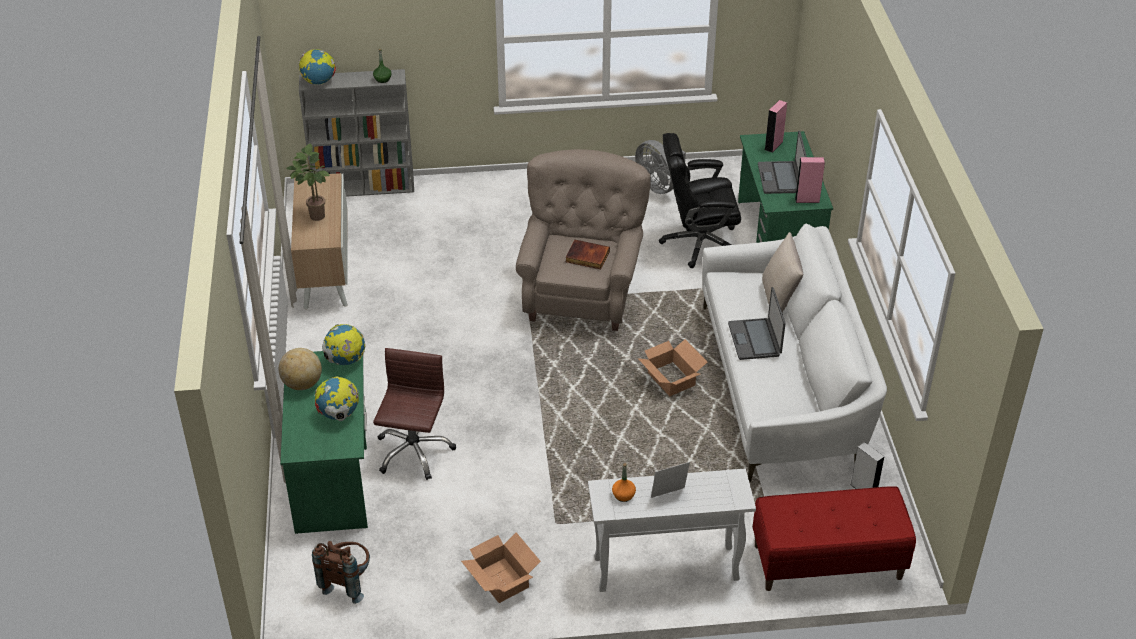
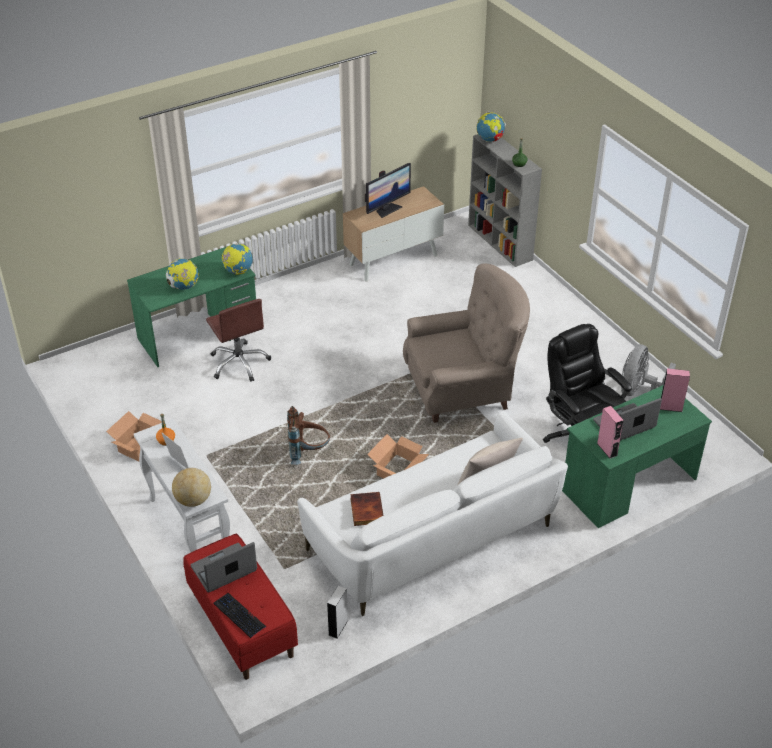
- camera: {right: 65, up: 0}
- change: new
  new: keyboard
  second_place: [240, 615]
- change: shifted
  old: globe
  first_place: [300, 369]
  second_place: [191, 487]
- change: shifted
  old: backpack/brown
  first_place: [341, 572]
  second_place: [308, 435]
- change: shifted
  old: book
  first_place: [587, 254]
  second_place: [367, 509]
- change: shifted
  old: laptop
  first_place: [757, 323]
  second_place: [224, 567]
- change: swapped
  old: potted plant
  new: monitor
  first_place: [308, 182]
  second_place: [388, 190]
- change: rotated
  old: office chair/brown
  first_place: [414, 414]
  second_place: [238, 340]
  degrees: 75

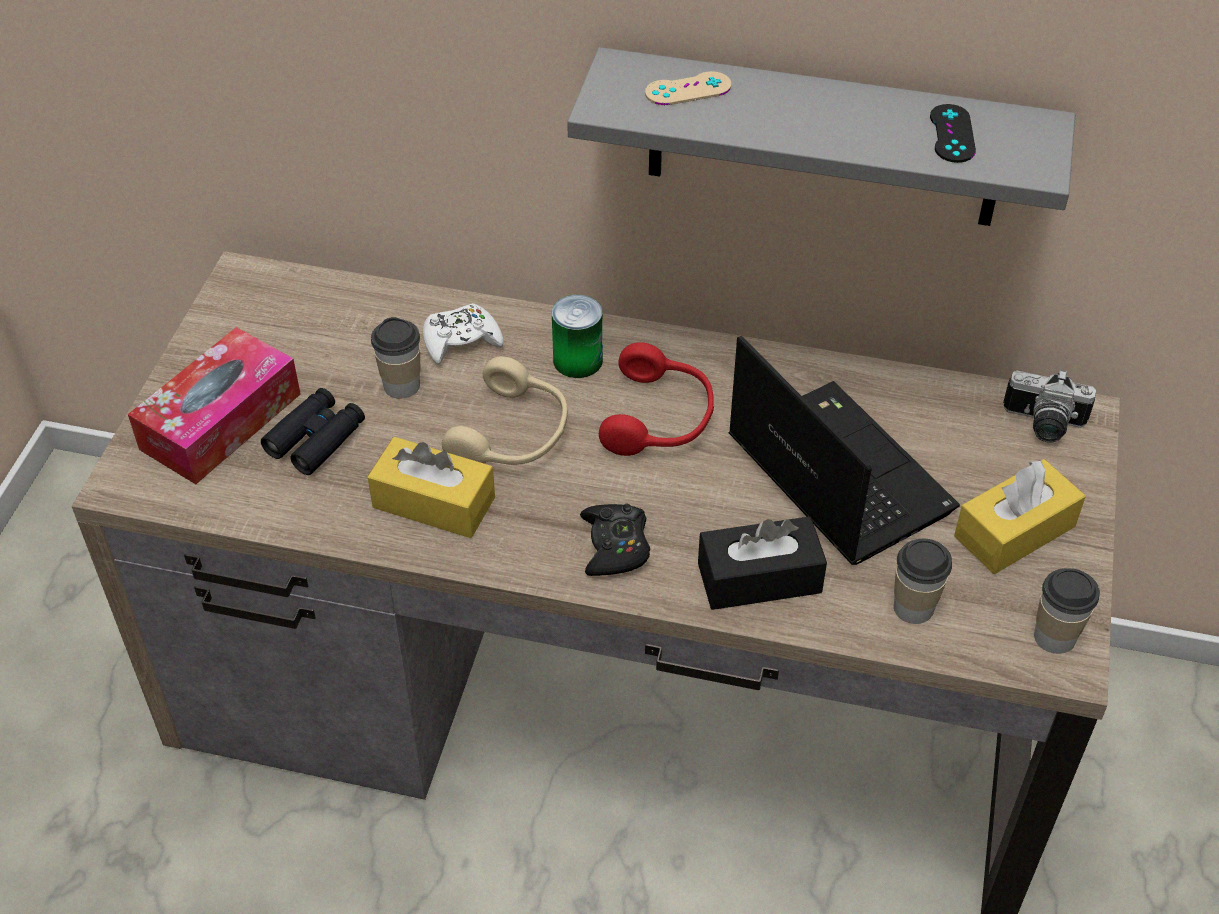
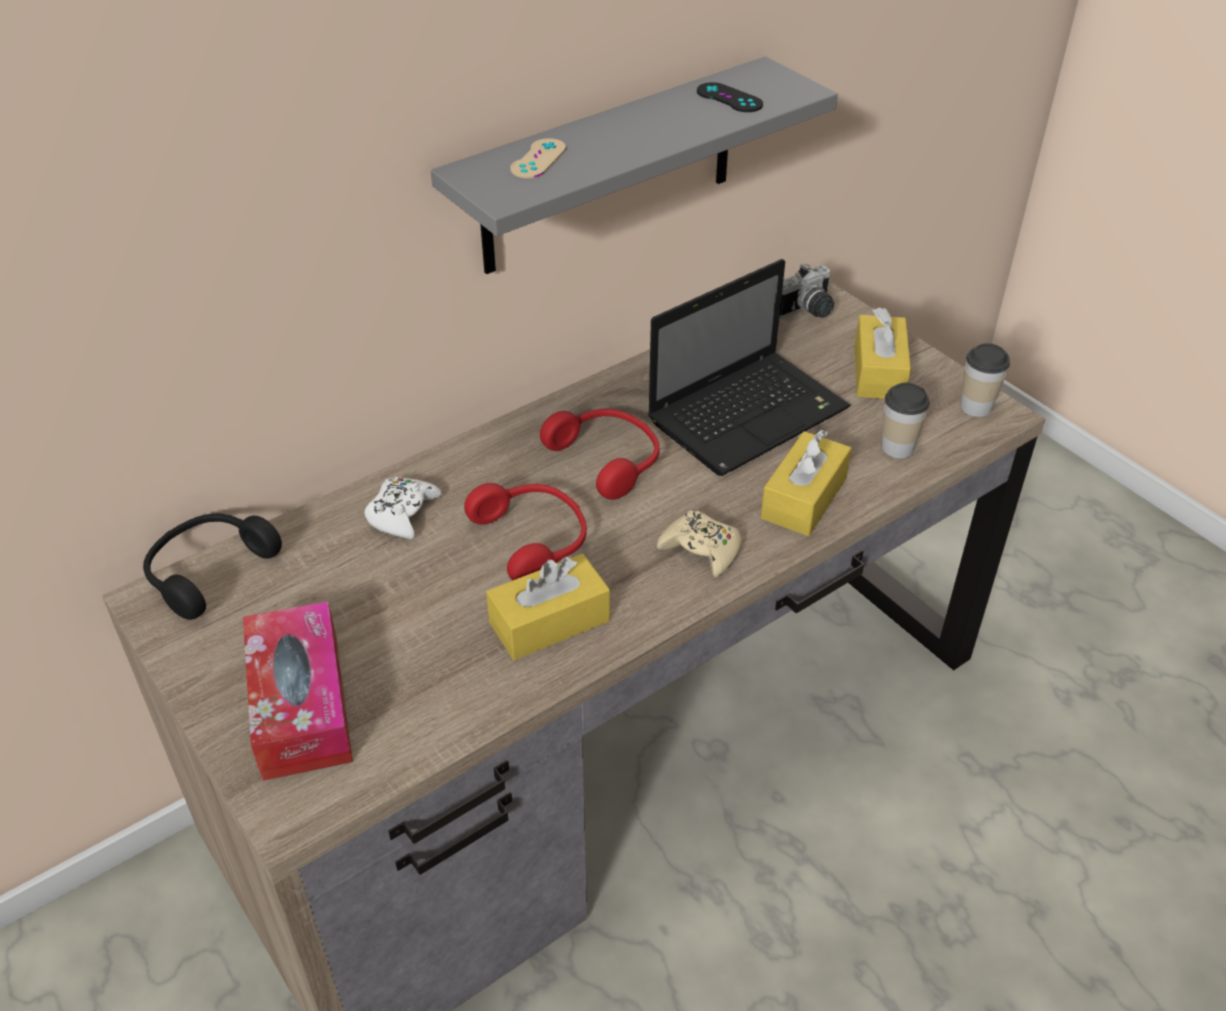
- camera: {right: -50, up: -5}
- change: gone
  old: binoculars/black
  first_place: [313, 431]
- change: gone
  old: cup
  first_place: [395, 358]
- change: gone
  old: can
  first_place: [577, 336]
- change: new
  new: headphones/black
  second_place: [212, 566]
- change: repainted
  old: headphones/beige
  new: headphones/red
  first_place: [505, 410]
  second_place: [525, 532]
- change: repainted
  old: game controller/black
  new: game controller/beige
  first_place: [615, 540]
  second_place: [699, 544]
- change: repainted
  old: tissue box/black
  new: tissue box/yellow
  first_place: [762, 563]
  second_place: [806, 483]
- change: rotated
  old: laptop
  first_place: [844, 450]
  second_place: [749, 367]
  degrees: 135

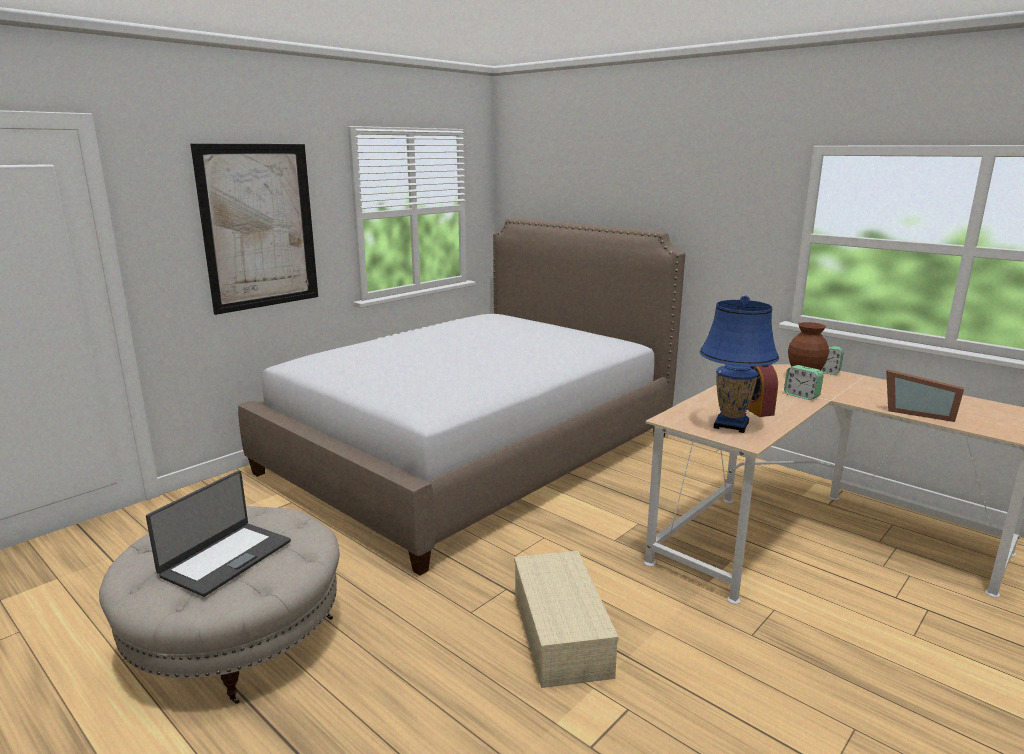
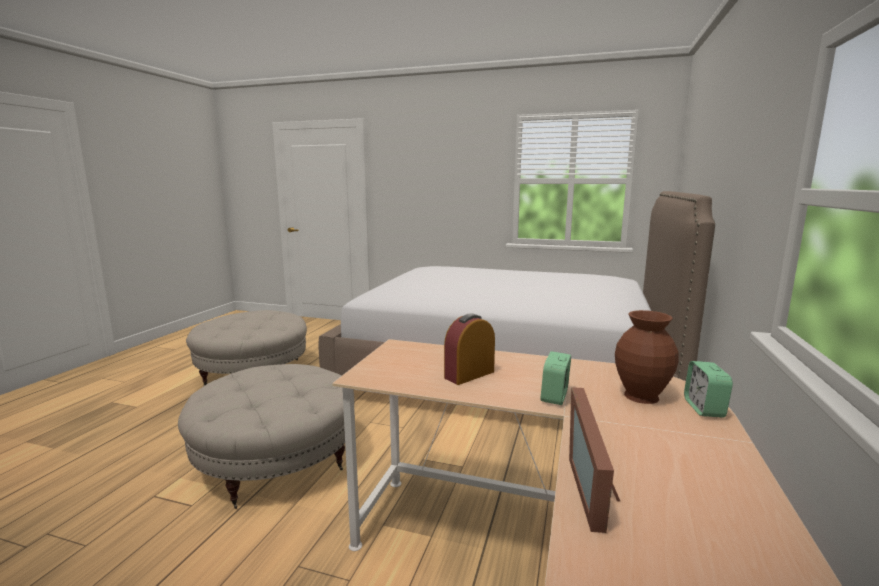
- camera: {right: 65, up: -5}
- change: gone
  old: laptop
  first_place: [218, 533]
- change: gone
  old: picture
  first_place: [254, 229]
- change: gone
  old: table lamp/blue
  first_place: [739, 364]
- change: swapped
  old: storage box/beige
  new: ottoman/beige
  first_place: [566, 619]
  second_place: [266, 436]

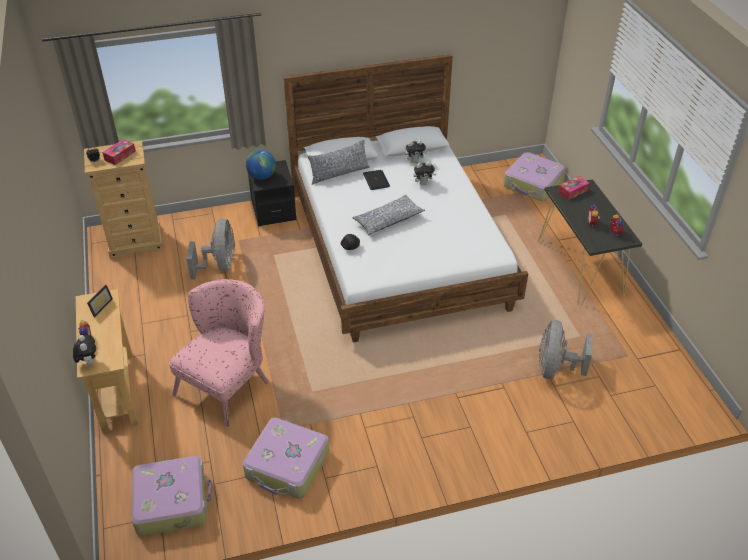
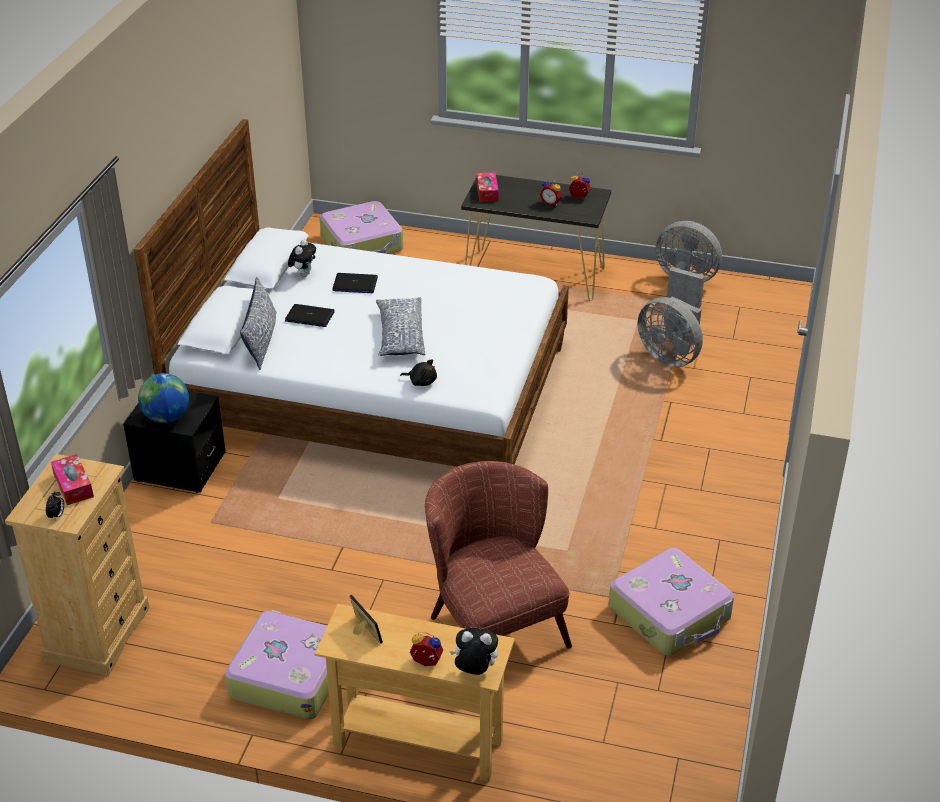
- camera: {right: -60, up: -5}
- change: shifted
  old: suitcase
  first_place: [172, 496]
  second_place: [277, 665]
- change: shifted
  old: fan/grey
  first_place: [210, 249]
  second_place: [689, 265]
- change: swapped
  old: plush toy
  new: laptop
  first_place: [424, 173]
  second_place: [355, 283]
- change: repainted
  old: armchair/pink
  new: armchair/brown
  first_place: [219, 353]
  second_place: [498, 555]

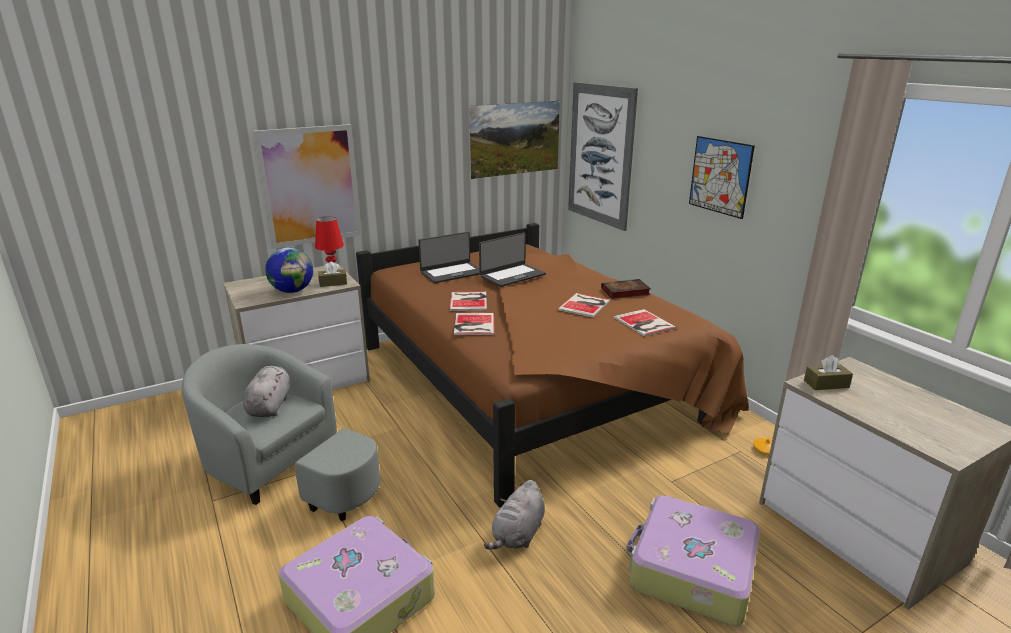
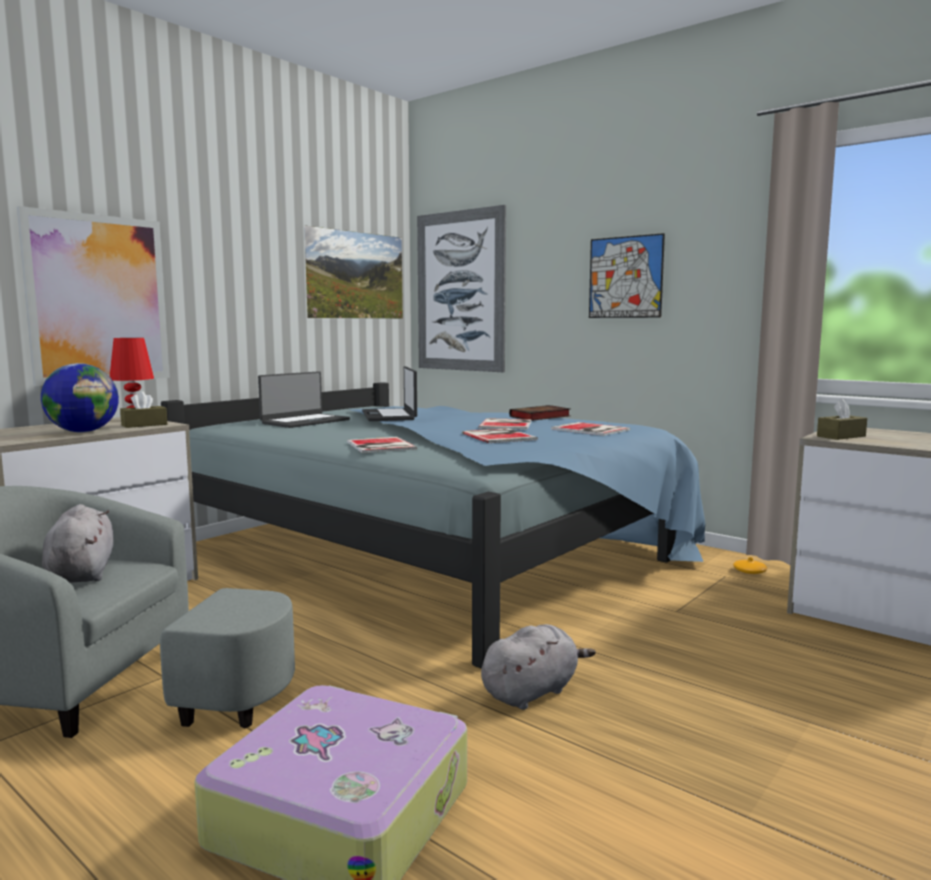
- camera: {right: -20, up: -15}
- change: gone
  old: suitcase
  first_place: [693, 560]
- change: shifted
  old: book
  first_place: [468, 301]
  second_place: [500, 435]
- change: repainted
  old: bed/brown
  new: bed/blue
  first_place: [552, 365]
  second_place: [433, 525]
- change: rotated
  old: laptop
  first_place: [512, 260]
  second_place: [389, 393]
  degrees: 135
- change: rotated
  old: plush toy/grey
  first_place: [514, 515]
  second_place: [538, 667]
  degrees: -135

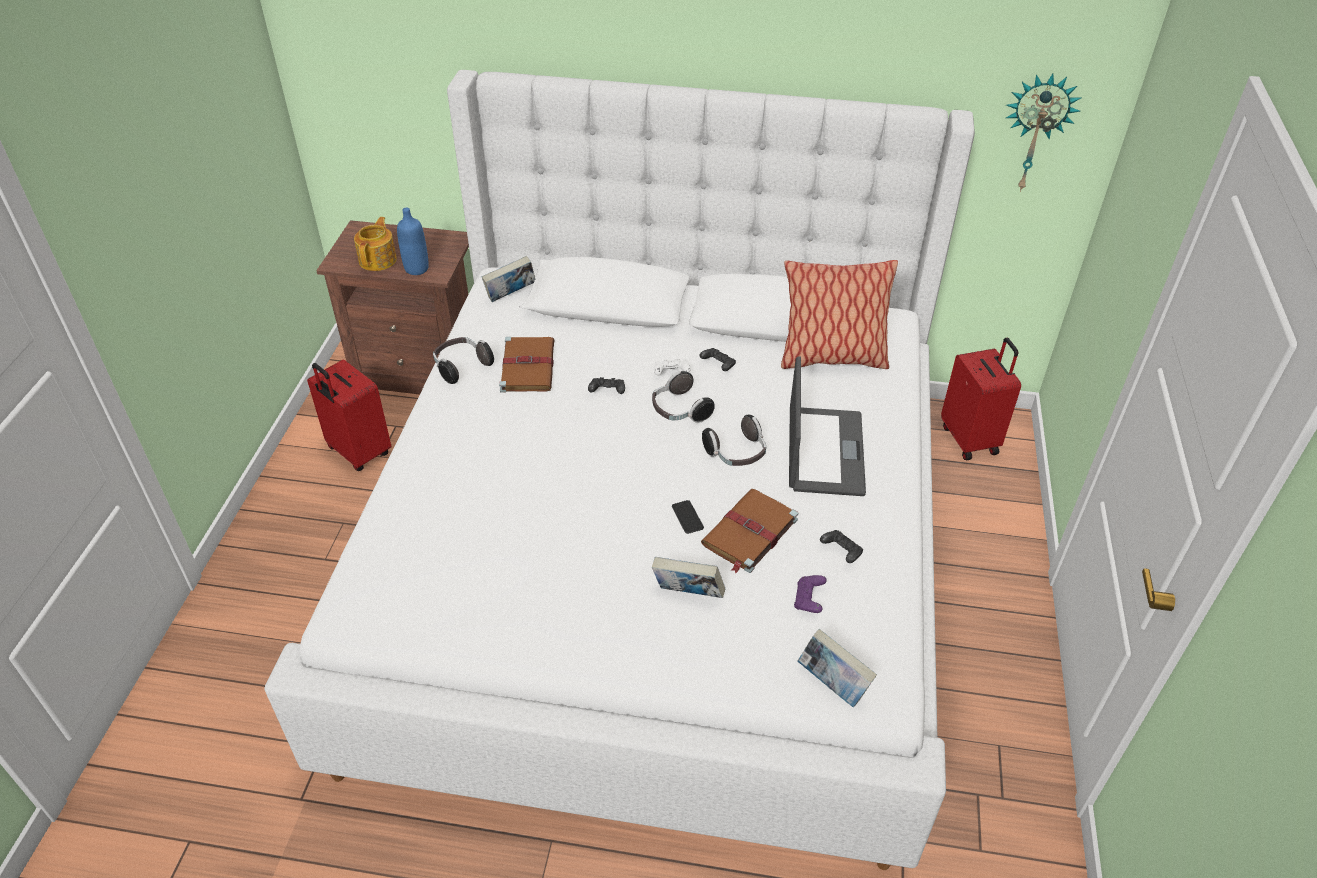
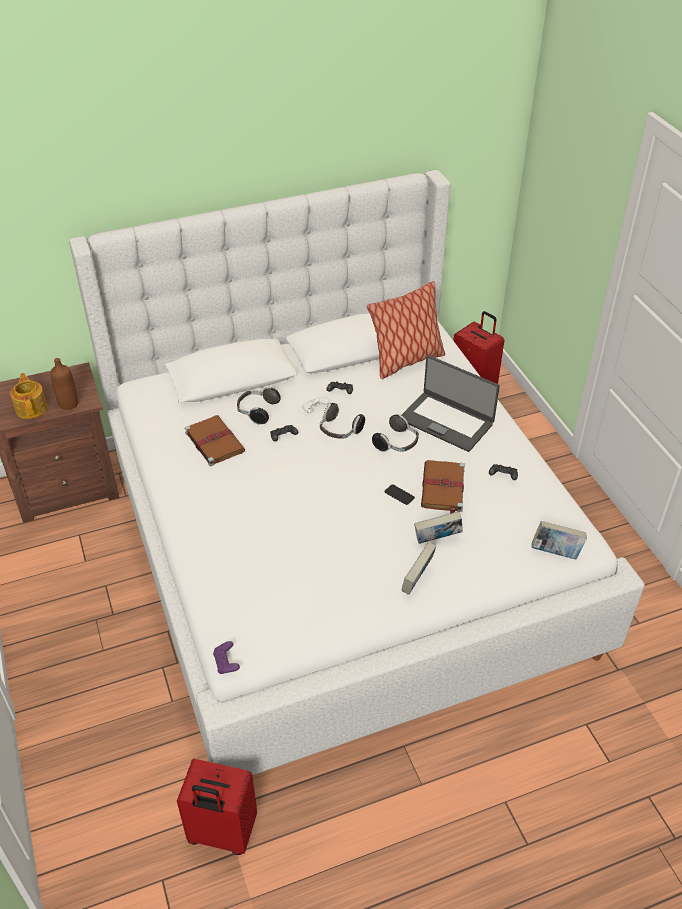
- camera: {right: -30, up: 0}
- change: gone
  old: wall clock
  first_place: [1044, 132]
- change: shifted
  old: suitcase/red
  first_place: [349, 415]
  second_place: [217, 807]
- change: shifted
  old: headphones
  first_place: [463, 360]
  second_place: [259, 406]
- change: shifted
  old: book
  first_place: [509, 279]
  second_place: [419, 568]
- change: shifted
  old: game controller/purple
  first_place: [810, 594]
  second_place: [226, 657]
- change: repainted
  old: bottle/blue
  new: bottle/brown
  first_place: [413, 241]
  second_place: [64, 384]
- change: rotated
  old: laptop
  first_place: [827, 426]
  second_place: [451, 403]
  degrees: 150

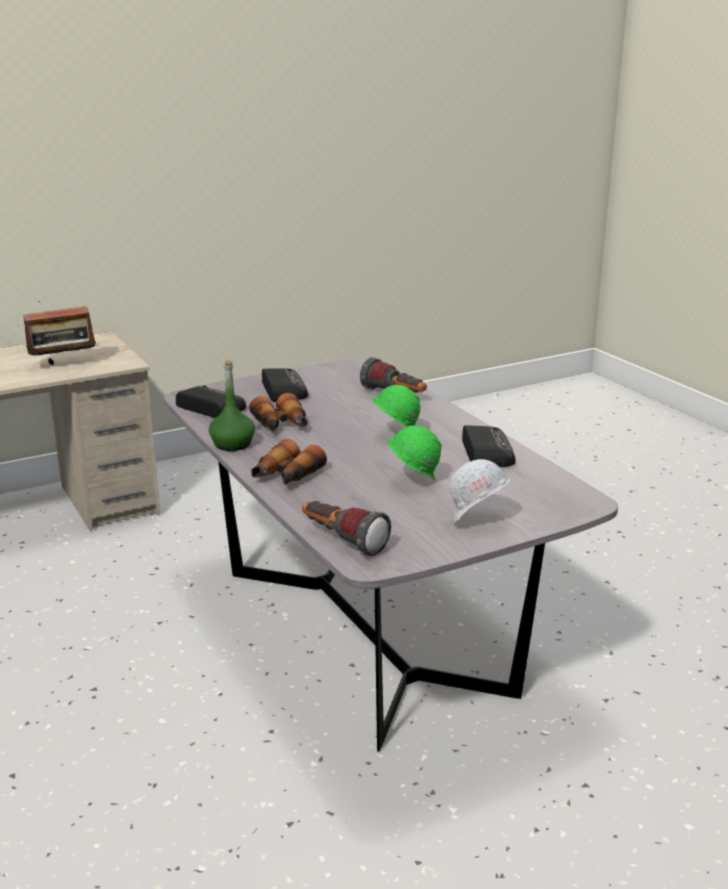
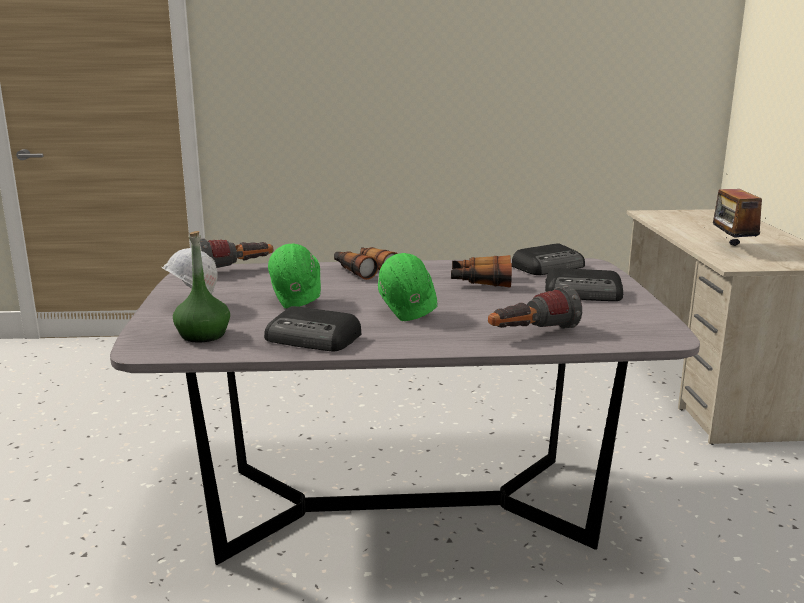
- camera: {right: 115, up: -5}
- change: shifted
  old: bottle/green
  first_place: [232, 405]
  second_place: [201, 287]

